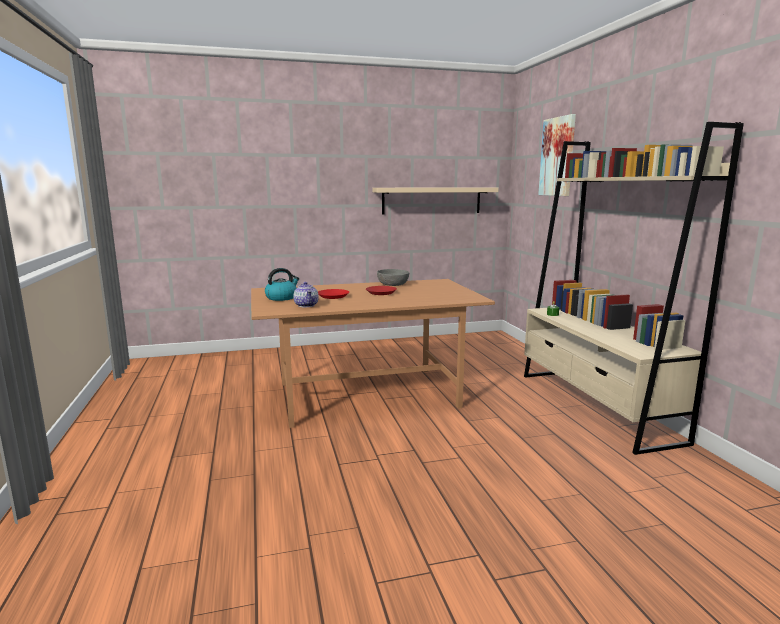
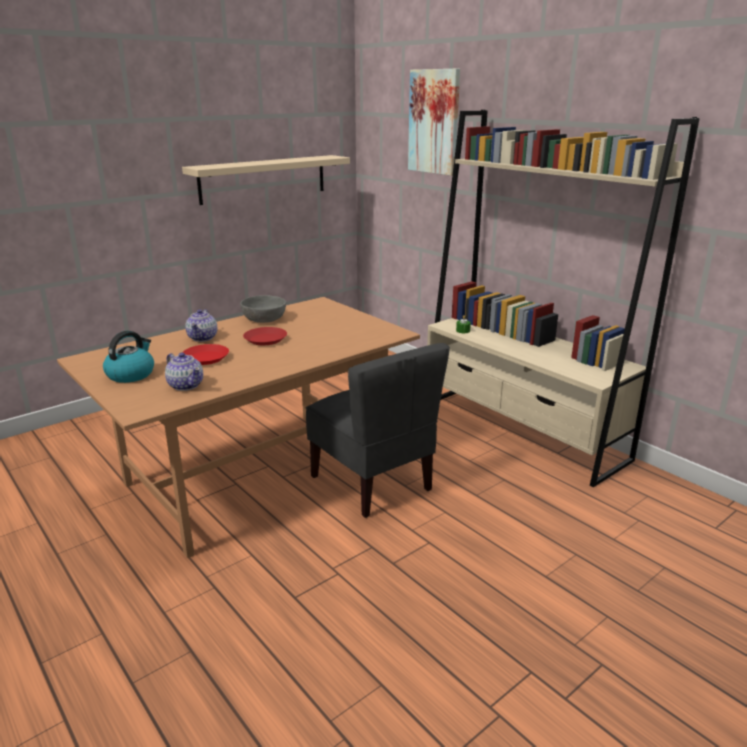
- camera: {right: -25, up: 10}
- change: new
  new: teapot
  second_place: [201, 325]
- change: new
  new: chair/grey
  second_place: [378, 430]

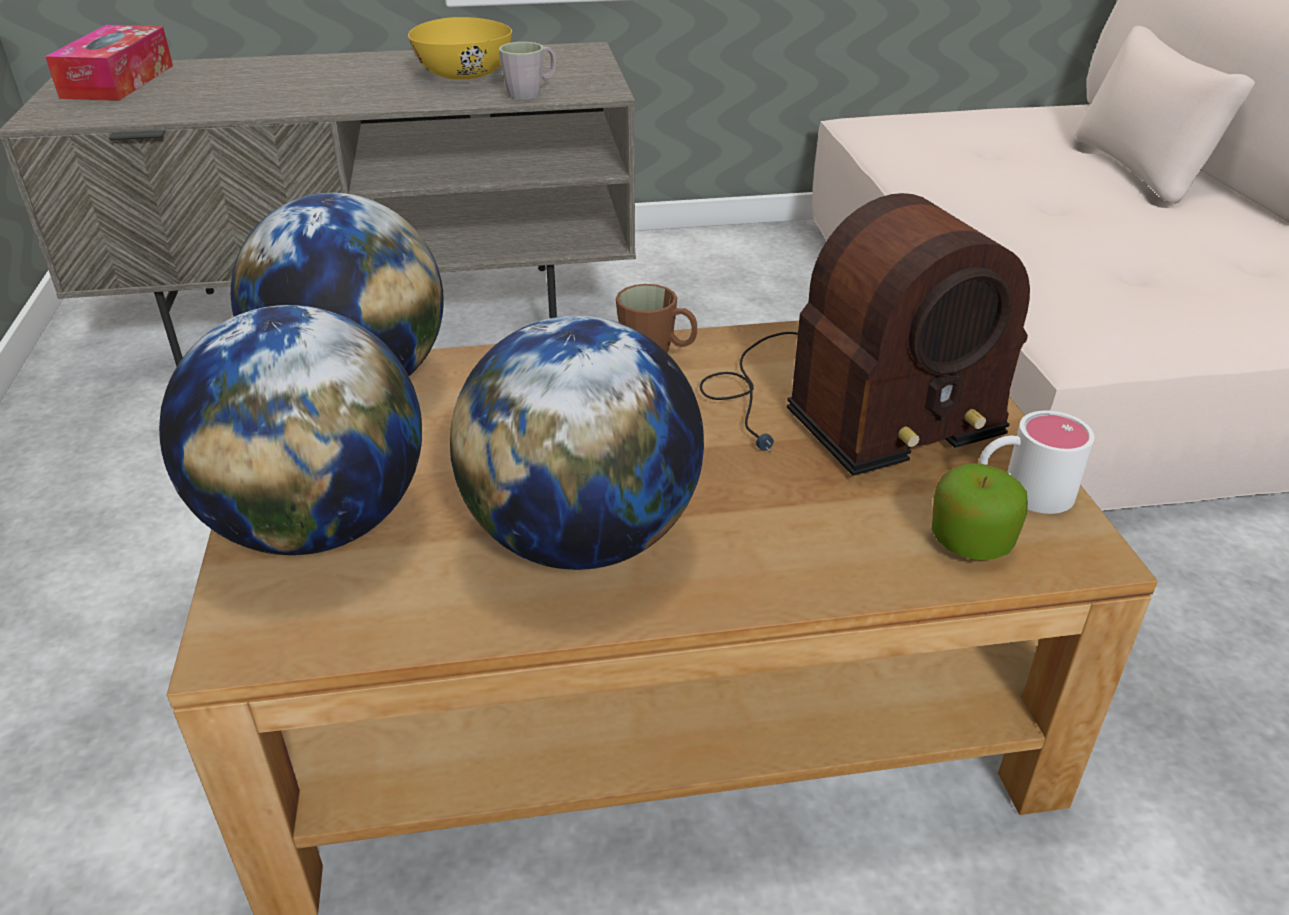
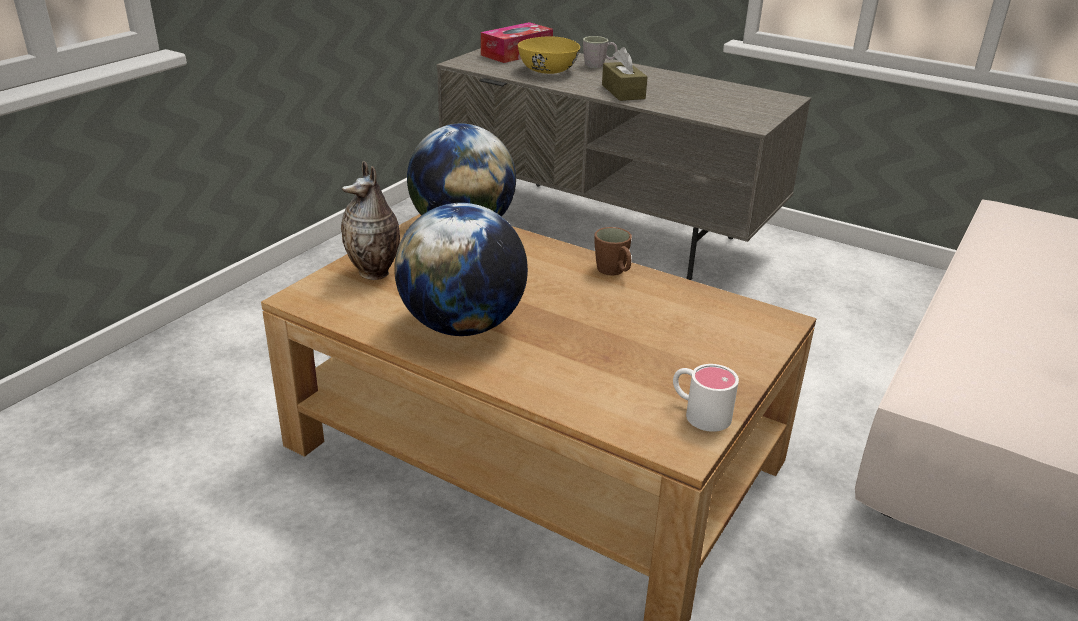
- camera: {right: 40, up: -5}
- change: gone
  old: radio
  first_place: [865, 334]
- change: gone
  old: apple
  first_place: [980, 511]
- change: new
  new: tissue box/brown
  second_place: [625, 74]
- change: shifted
  old: bowl/yellow
  first_place: [460, 48]
  second_place: [549, 55]
- change: shifted
  old: mug/grey
  first_place: [527, 71]
  second_place: [600, 52]
- change: swapped
  old: globe
  new: vase
  first_place: [290, 430]
  second_place: [370, 220]

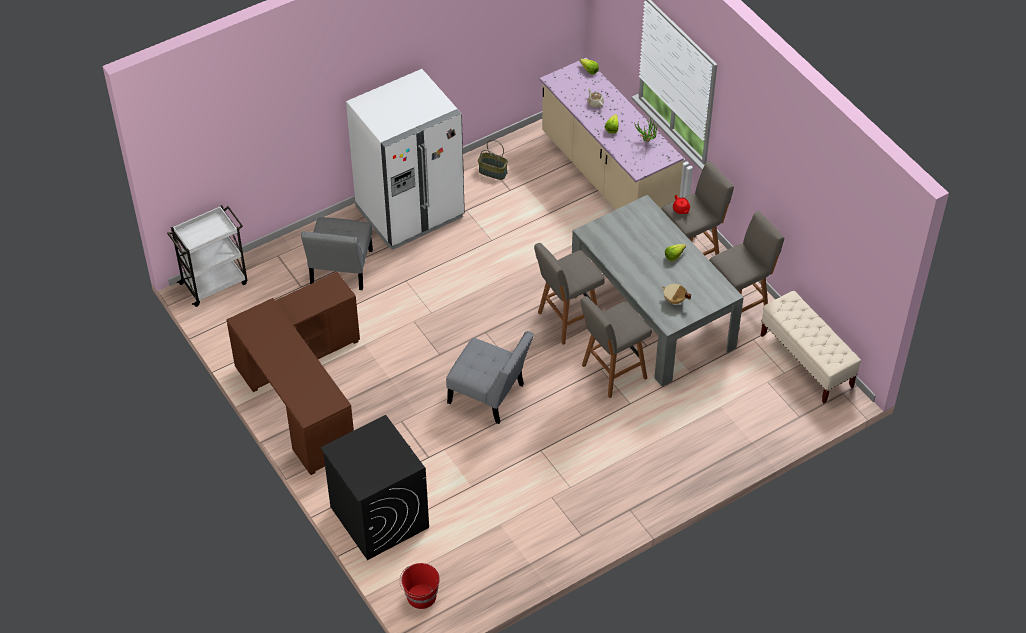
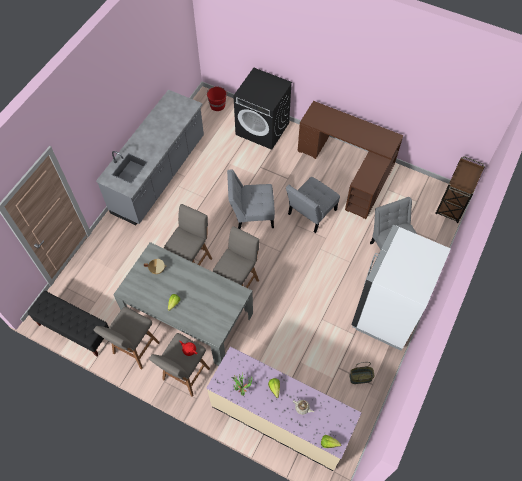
- camera: {right: 150, up: 10}
- change: new
  new: counter/grey
  second_place: [150, 157]
- change: new
  new: chair/grey
  second_place: [313, 205]
- change: repainted
  old: cart/white
  new: cart/brown
  first_place: [207, 256]
  second_place: [460, 189]
- change: repainted
  old: bench/beige
  new: bench/black
  first_place: [811, 347]
  second_place: [68, 324]

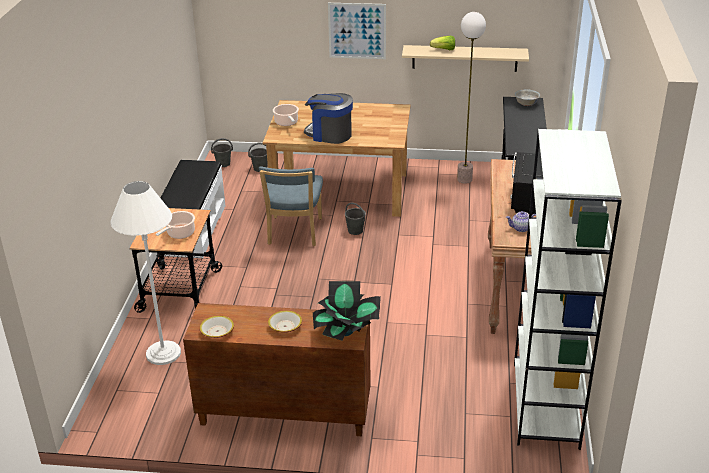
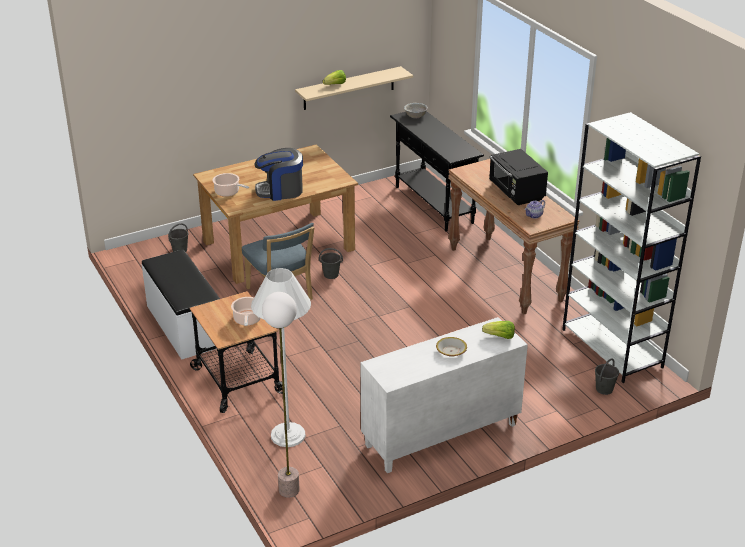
- camera: {right: -35, up: 0}
- change: gone
  old: bowl
  first_place: [216, 327]
- change: gone
  old: picture
  first_place: [357, 31]
- change: shifted
  old: bucket/grey
  first_place: [222, 152]
  second_place: [607, 376]
- change: shifted
  old: floor lamp
  first_place: [471, 97]
  second_place: [281, 395]
- change: swapped
  old: potted plant
  new: lettuce
  first_place: [347, 311]
  second_place: [498, 330]
- change: repainted
  old: cabinet/brown
  new: cabinet/white
  first_place: [276, 369]
  second_place: [444, 395]

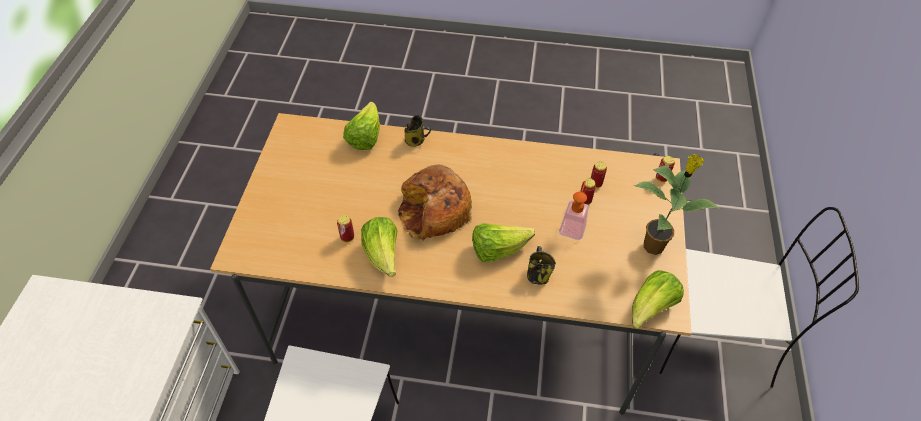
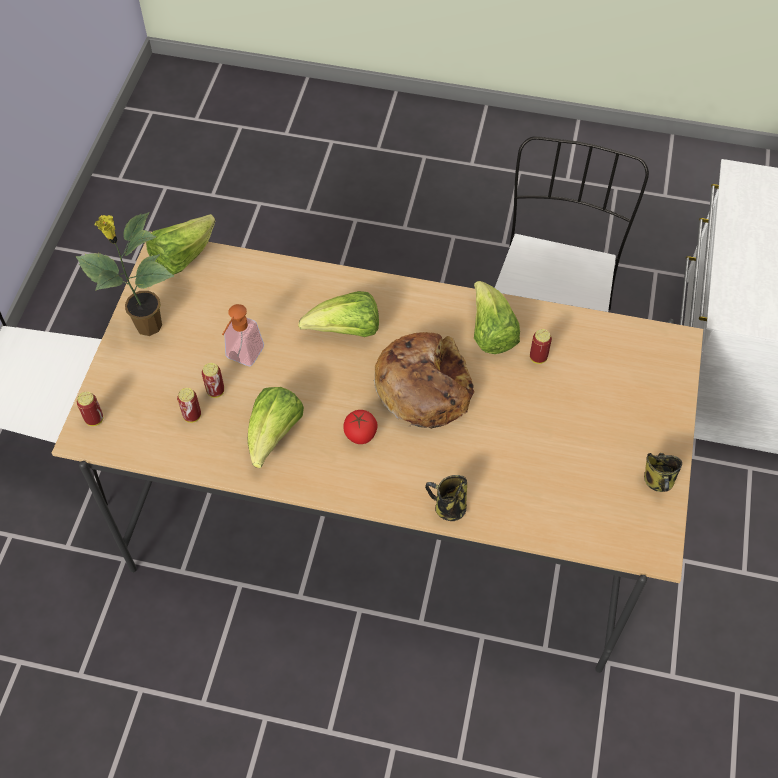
- camera: {right: -175, up: 5}
- change: new
  new: tomato
  second_place: [360, 427]
- change: shifted
  old: lettuce
  first_place: [361, 126]
  second_place: [275, 427]
- change: shifted
  old: mug
  first_place: [541, 265]
  second_place: [663, 472]

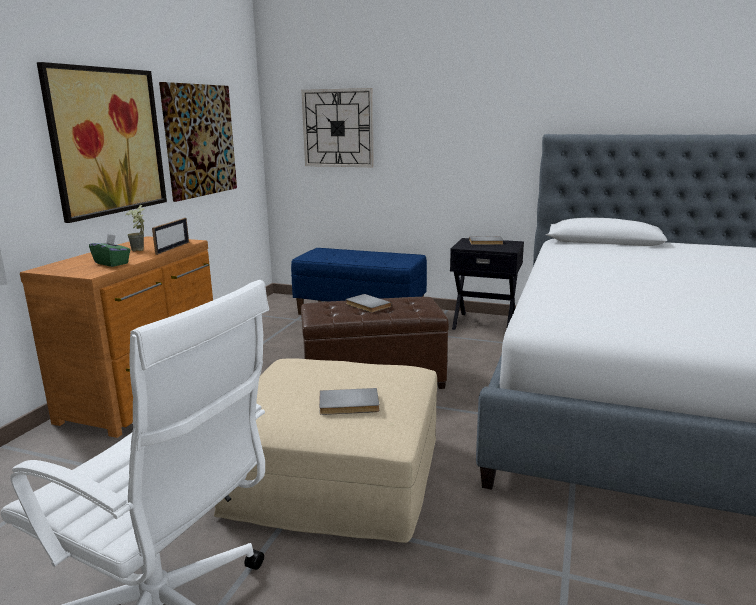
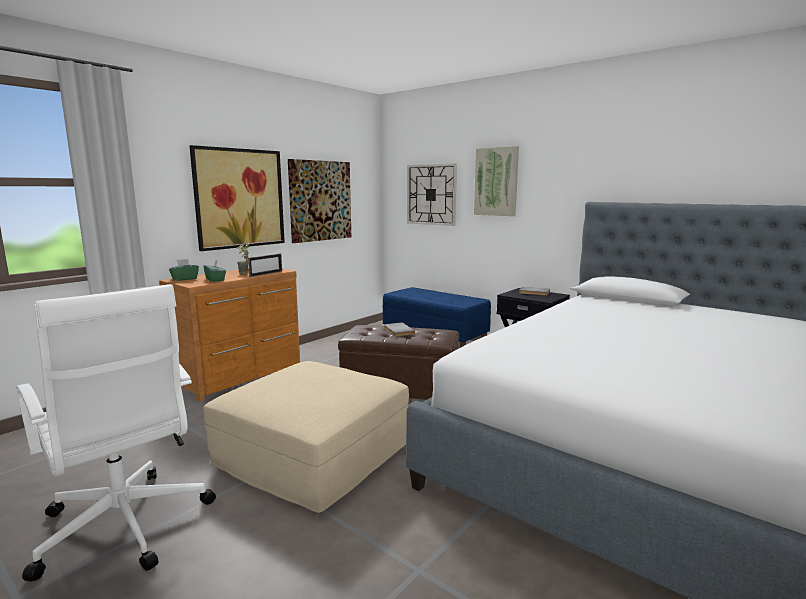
- camera: {right: 20, up: -5}
- change: gone
  old: book/grey
  first_place: [349, 401]
- change: new
  new: tissue box/green
  second_place: [184, 270]
- change: new
  new: picture
  second_place: [496, 181]

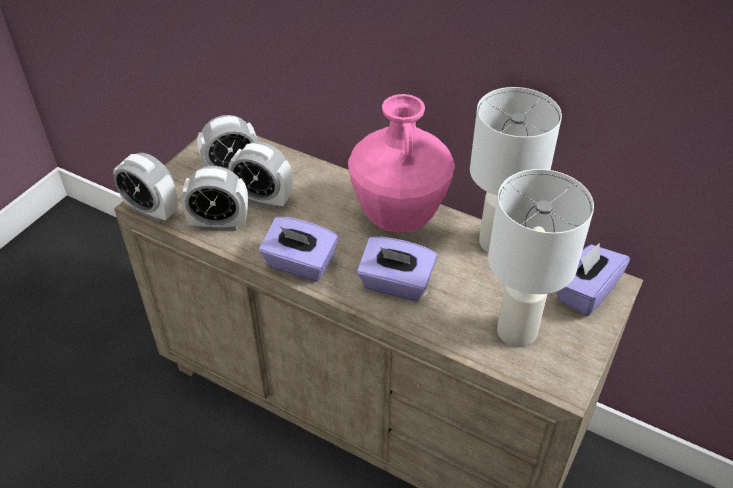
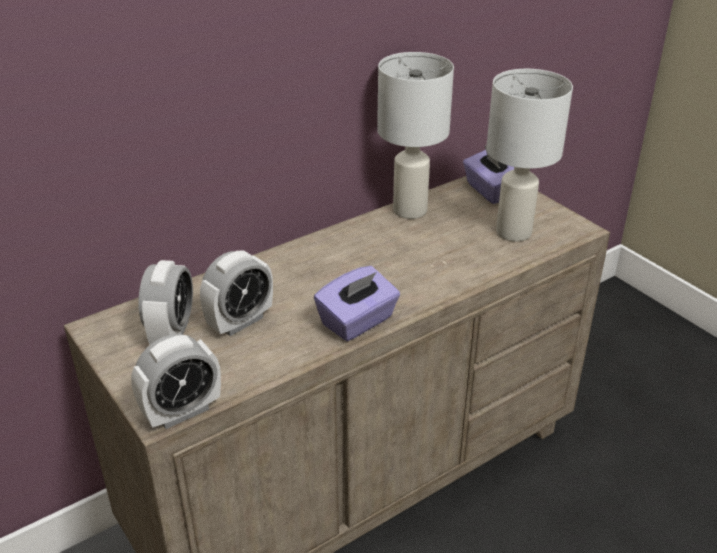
- camera: {right: -65, up: -10}
- change: gone
  old: alarm clock
  first_place: [214, 198]
- change: gone
  old: vase/pink
  first_place: [401, 163]
- change: gone
  old: tissue box/purple
  first_place: [397, 269]

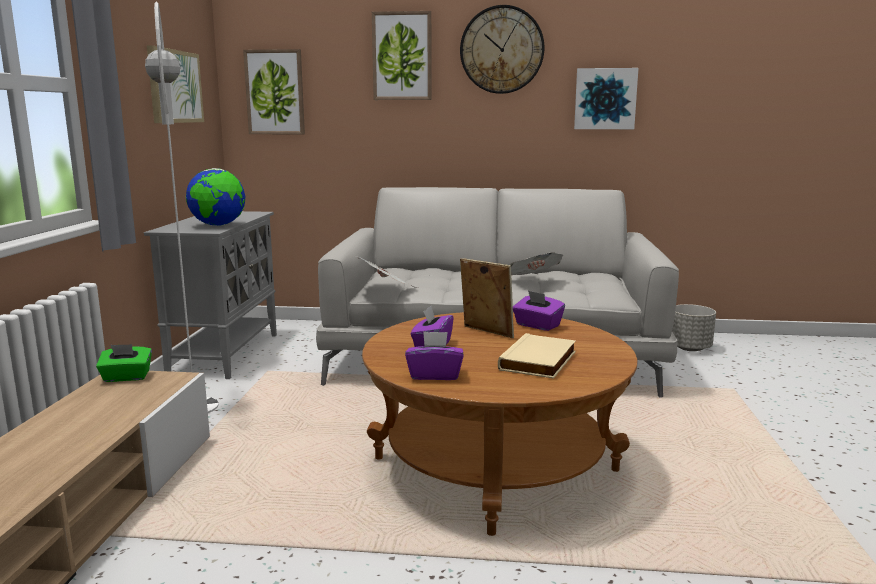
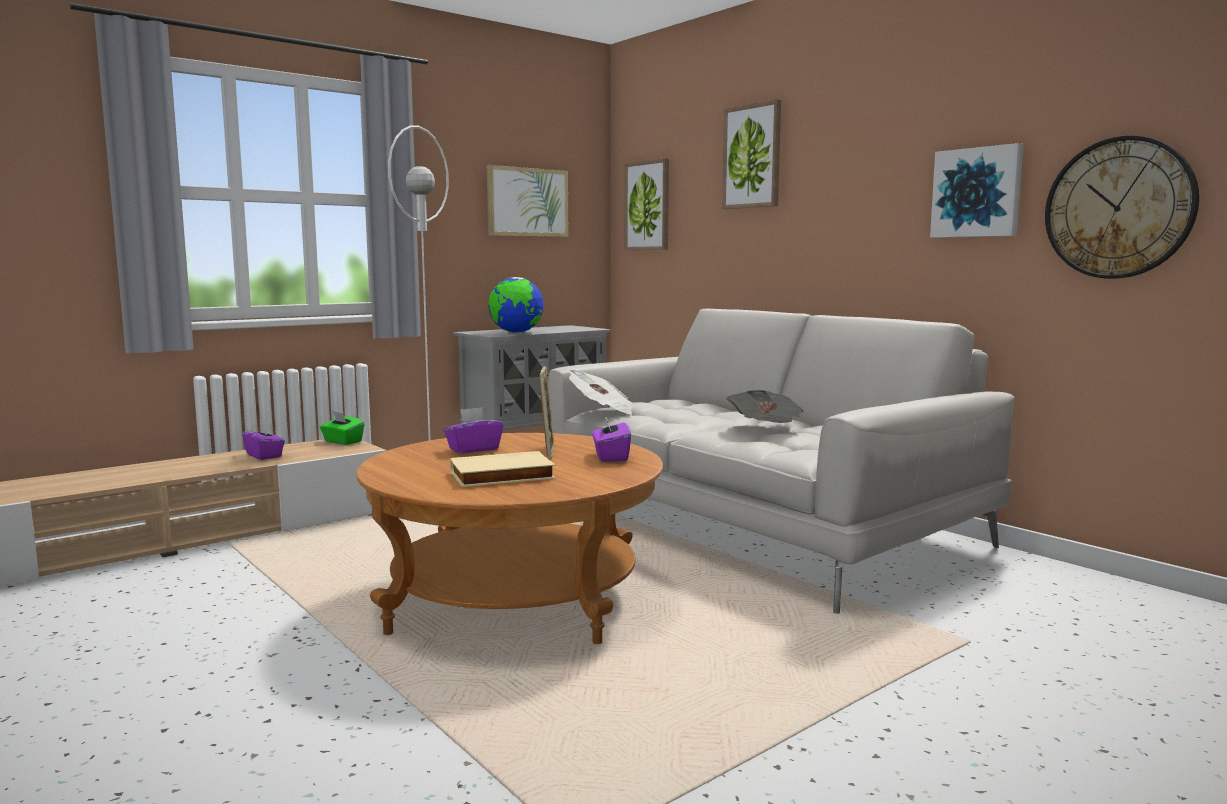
- camera: {right: 45, up: -5}
- change: gone
  old: planter/grey
  first_place: [694, 327]
- change: shifted
  old: tissue box/purple
  first_place: [434, 355]
  second_place: [263, 440]
- change: shifted
  old: wall clock
  first_place: [502, 49]
  second_place: [1122, 207]

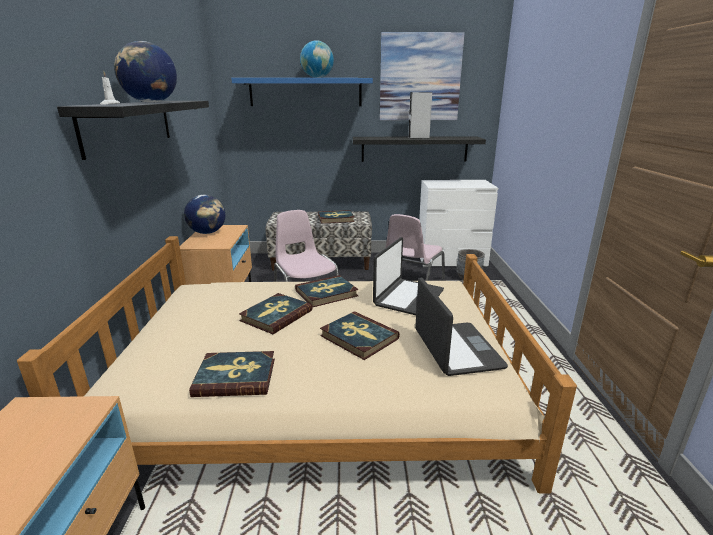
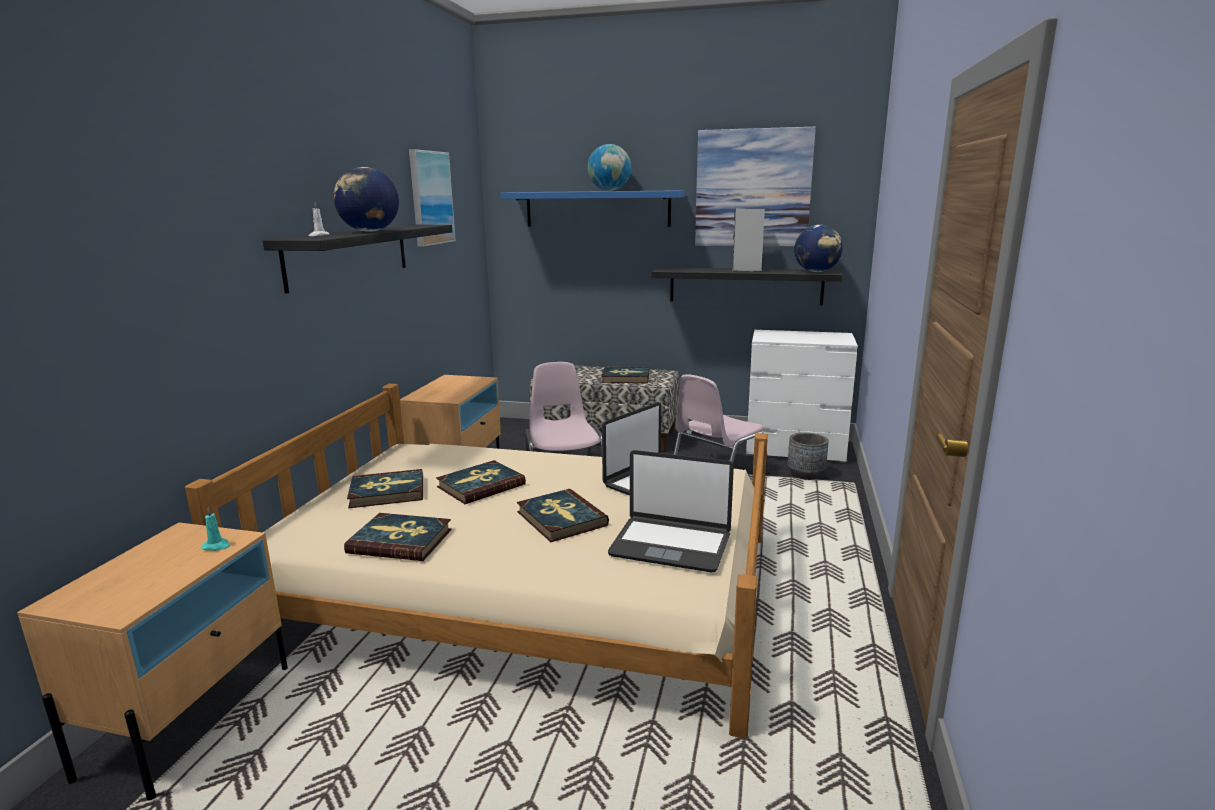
- camera: {right: 15, up: -5}
- change: new
  new: candle/turquoise
  second_place: [216, 529]
- change: new
  new: picture
  second_place: [432, 198]
- change: shifted
  old: globe
  first_place: [204, 214]
  second_place: [818, 248]
- change: shifted
  old: book
  first_place: [326, 291]
  second_place: [385, 488]
- change: rotated
  old: laptop
  first_place: [461, 327]
  second_place: [671, 511]
  degrees: 105

